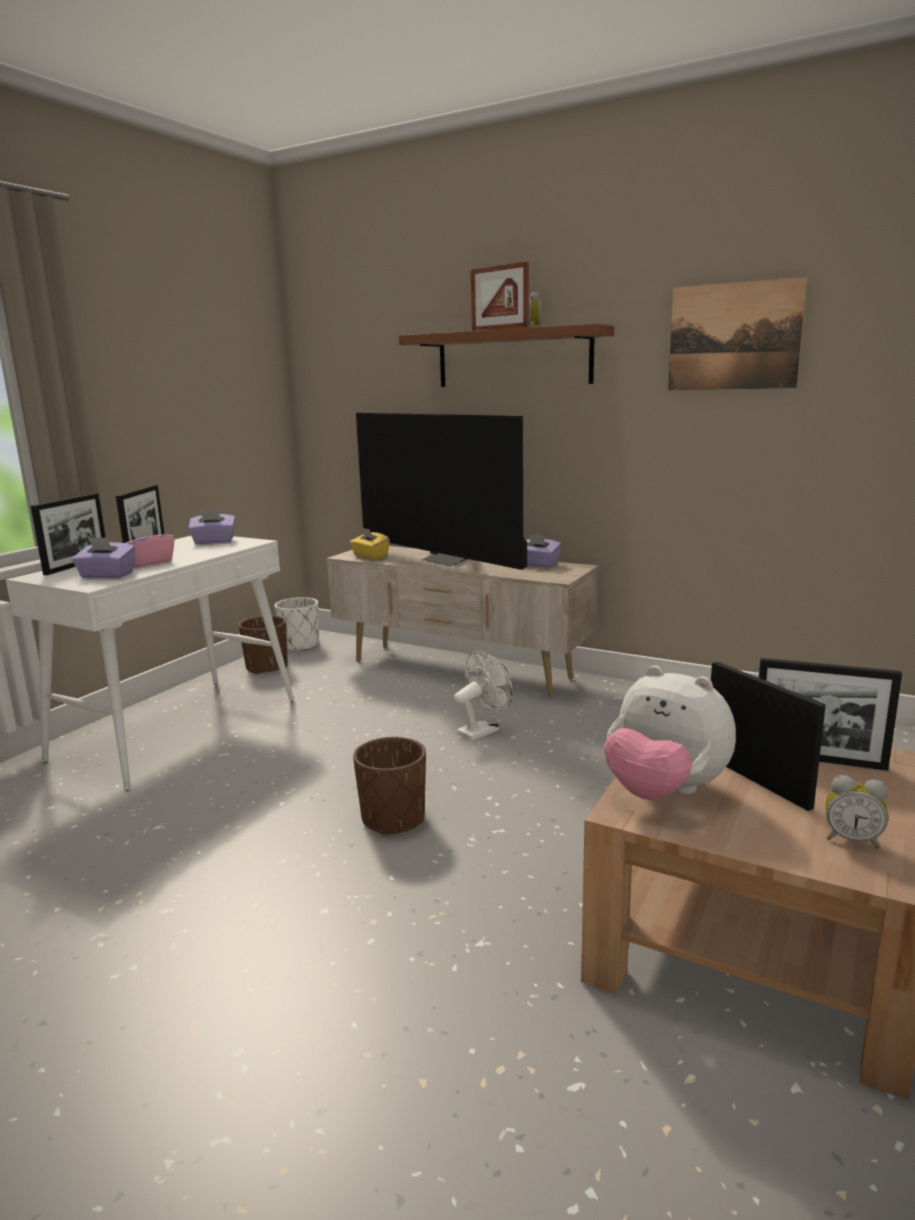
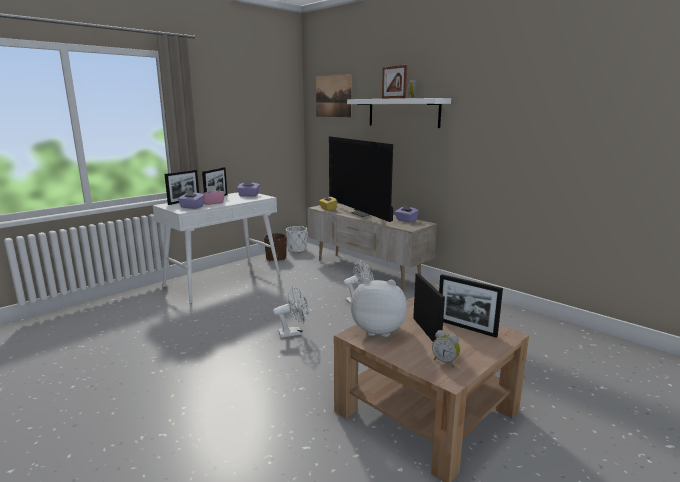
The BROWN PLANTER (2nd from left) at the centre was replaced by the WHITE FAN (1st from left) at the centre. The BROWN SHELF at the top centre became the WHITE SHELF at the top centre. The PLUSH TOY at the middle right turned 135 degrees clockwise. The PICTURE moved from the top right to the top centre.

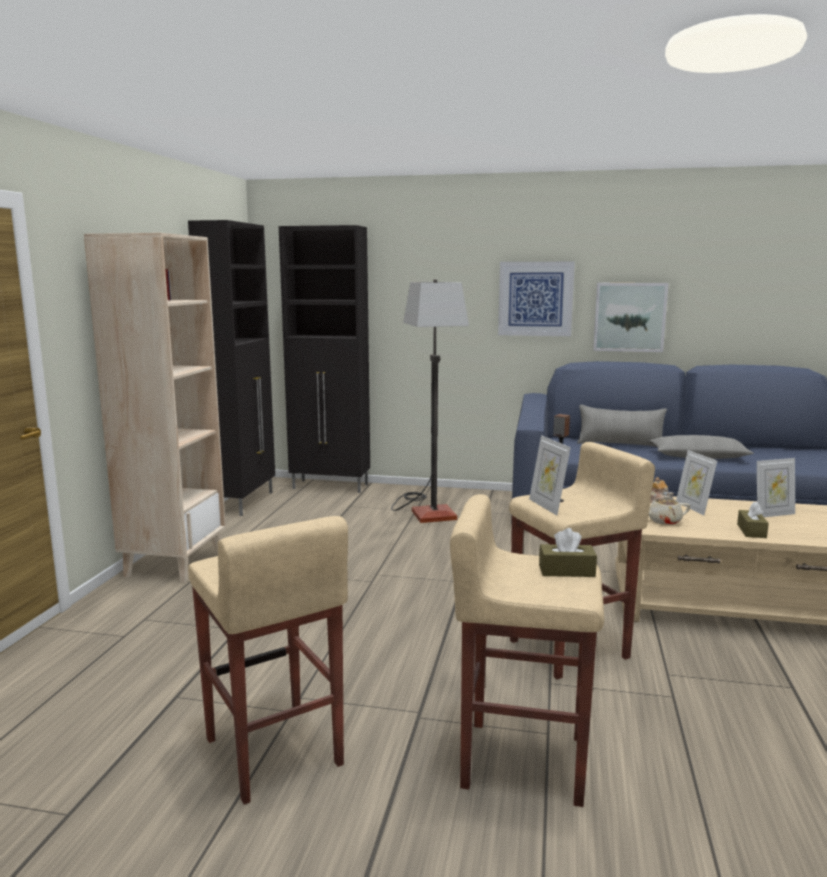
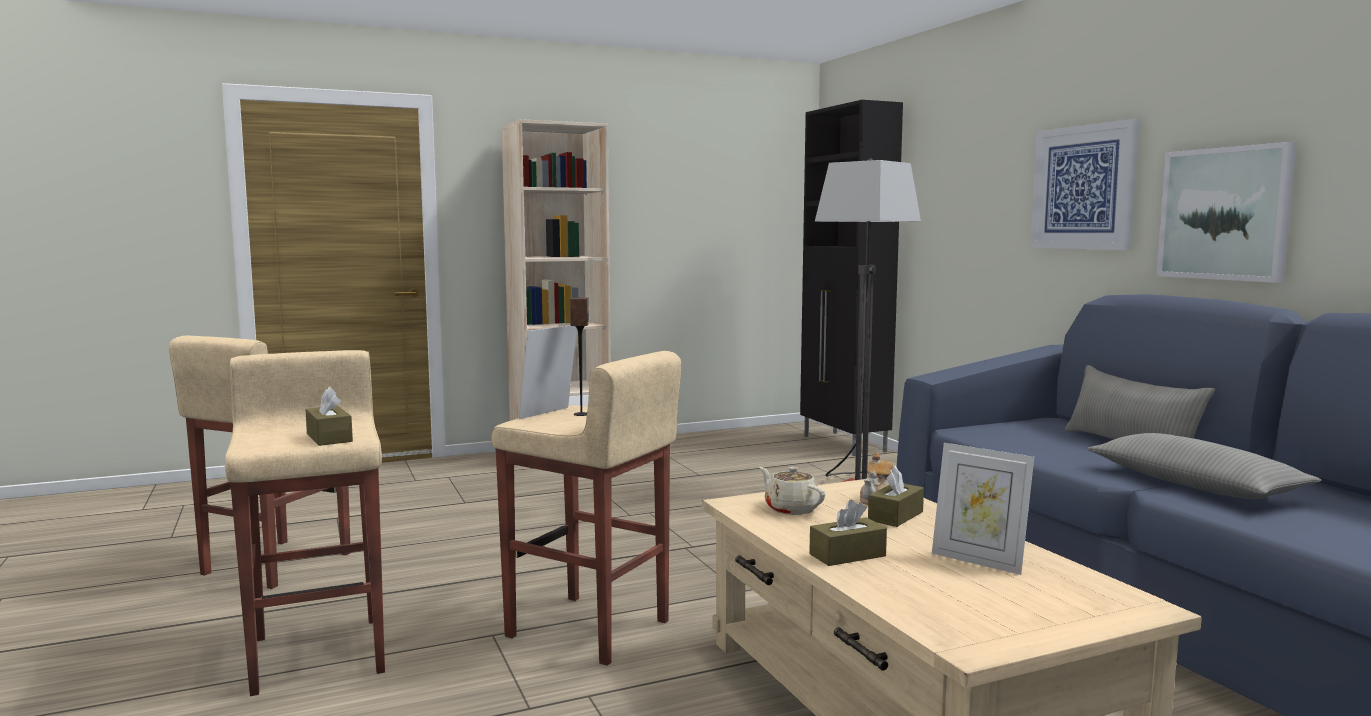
The BLACK CABINET (1st from left) at the middle left disappeared. The PICTURE FRAME (2nd from left) at the middle right was replaced by the BROWN TISSUE BOX (3rd from left) at the bottom centre.

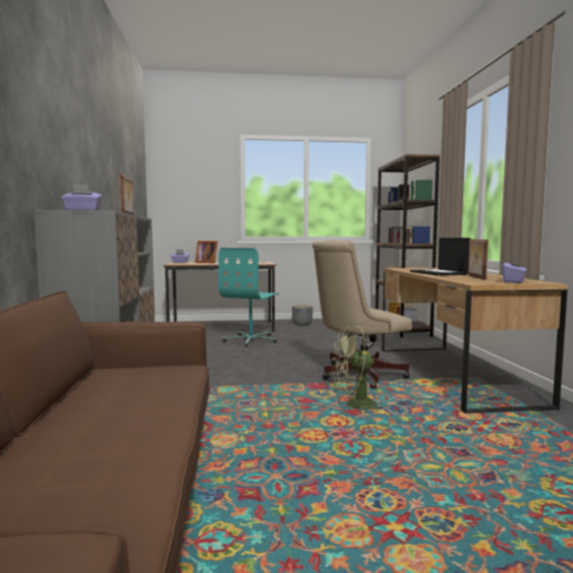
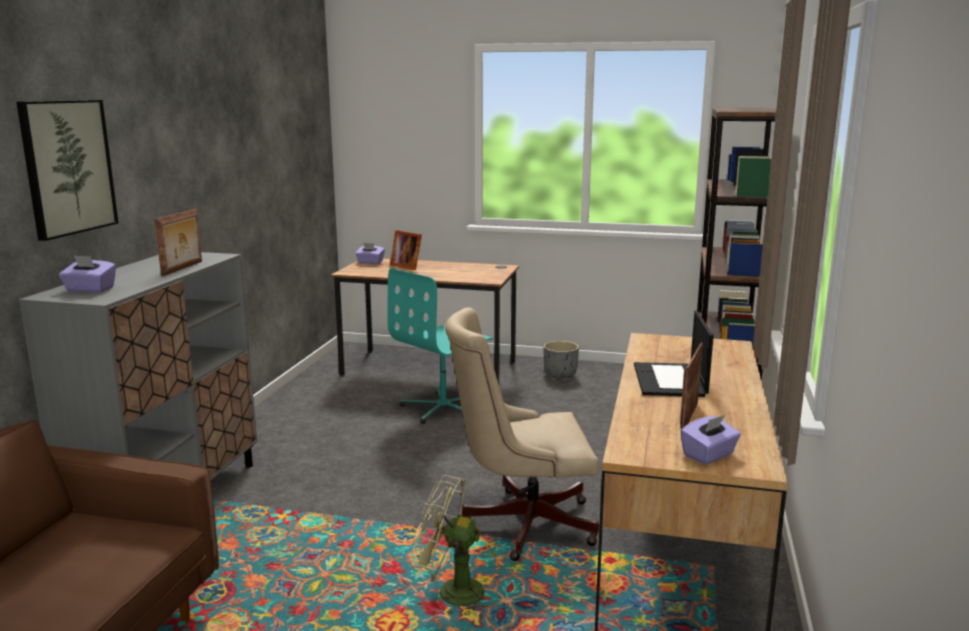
The PICTURE at the top left appeared.

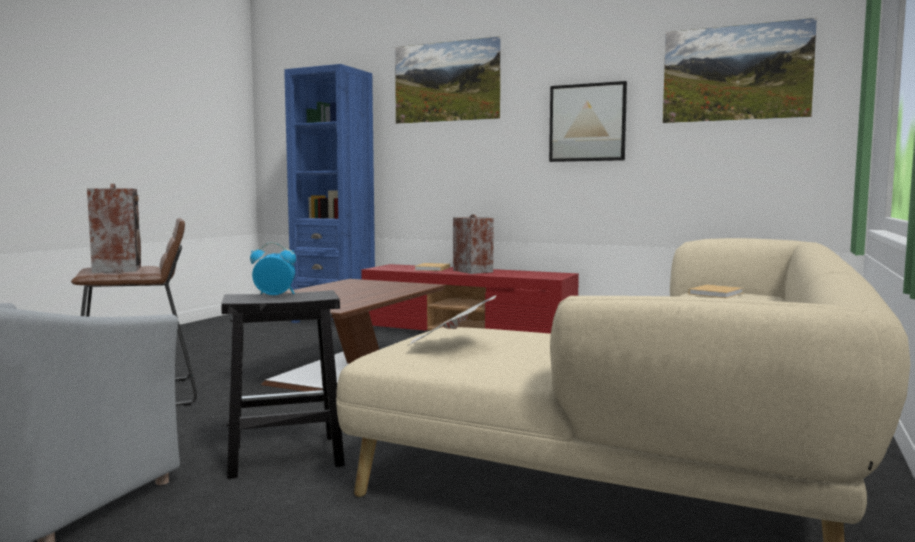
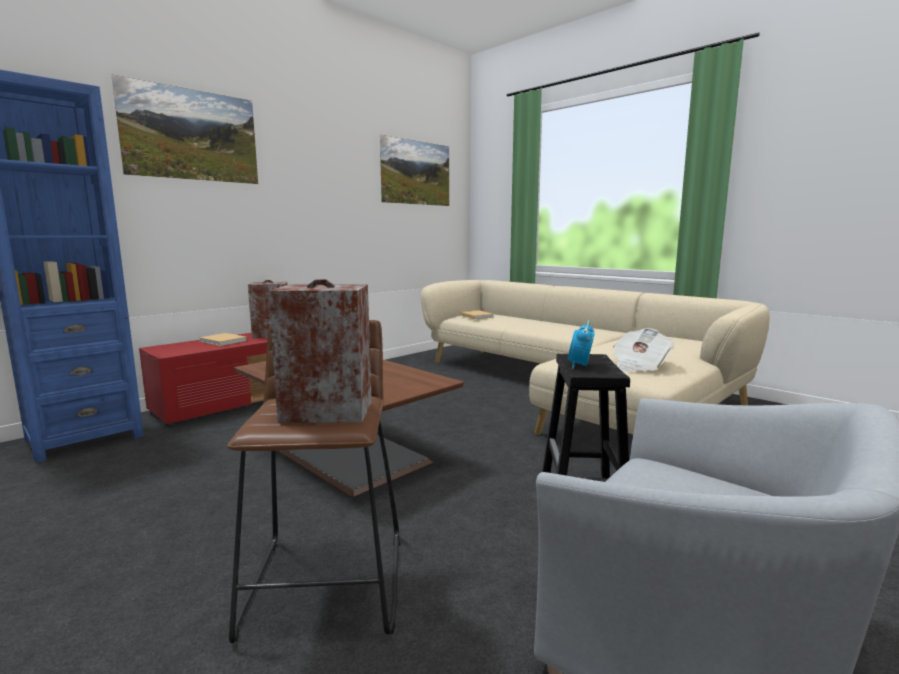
The PICTURE (2nd from left) at the top centre disappeared.

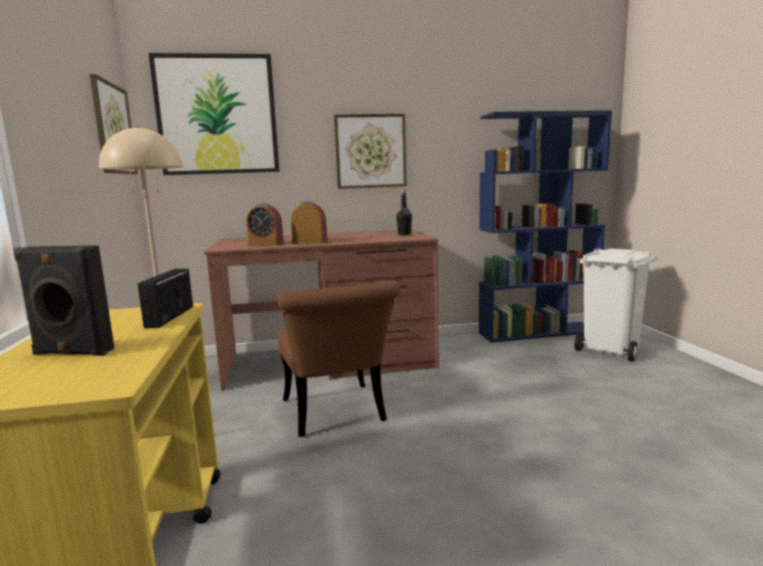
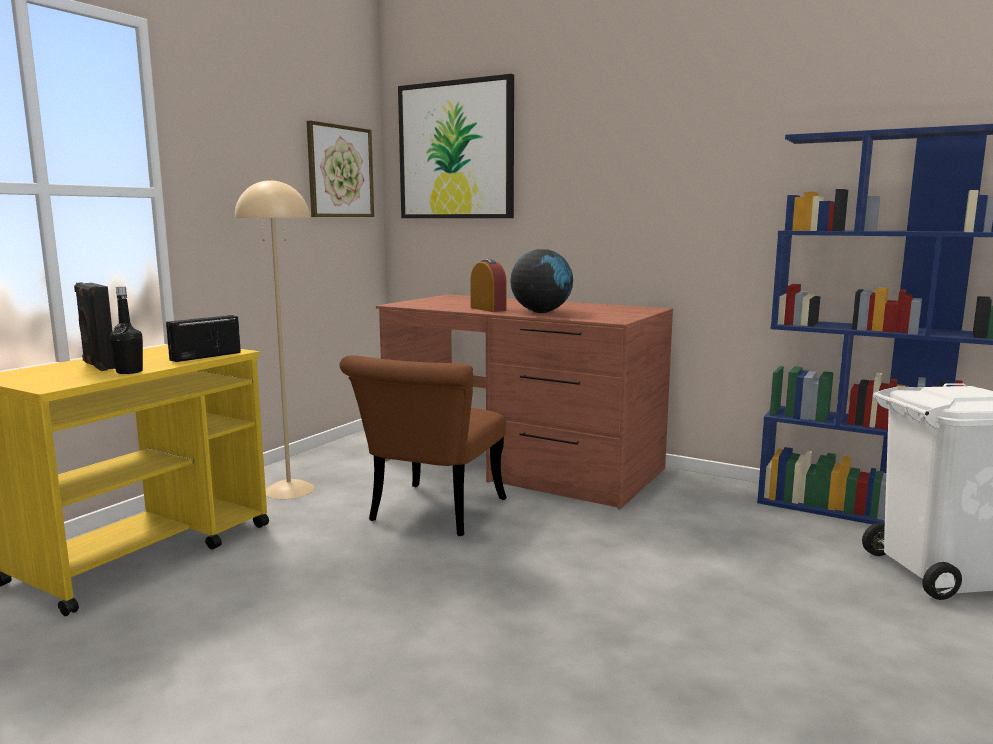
The ALARM CLOCK (1st from left) at the centre disappeared. The PICTURE (3rd from left) at the top centre disappeared. The BLACK BOTTLE moved from the centre to the middle left. The GLOBE at the centre appeared.

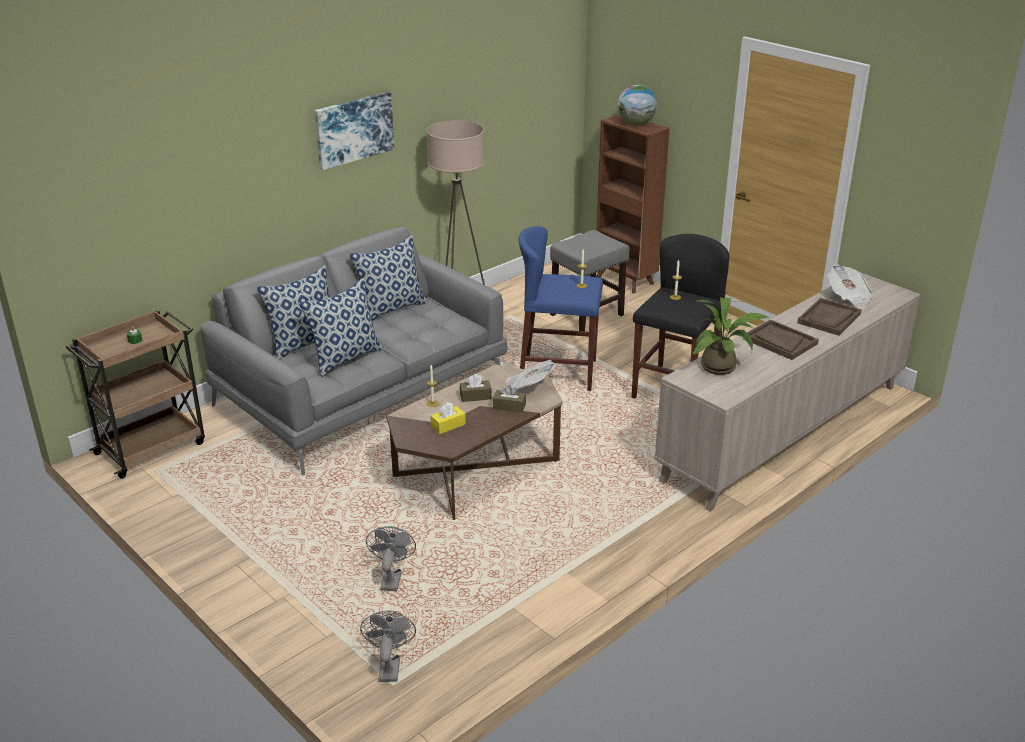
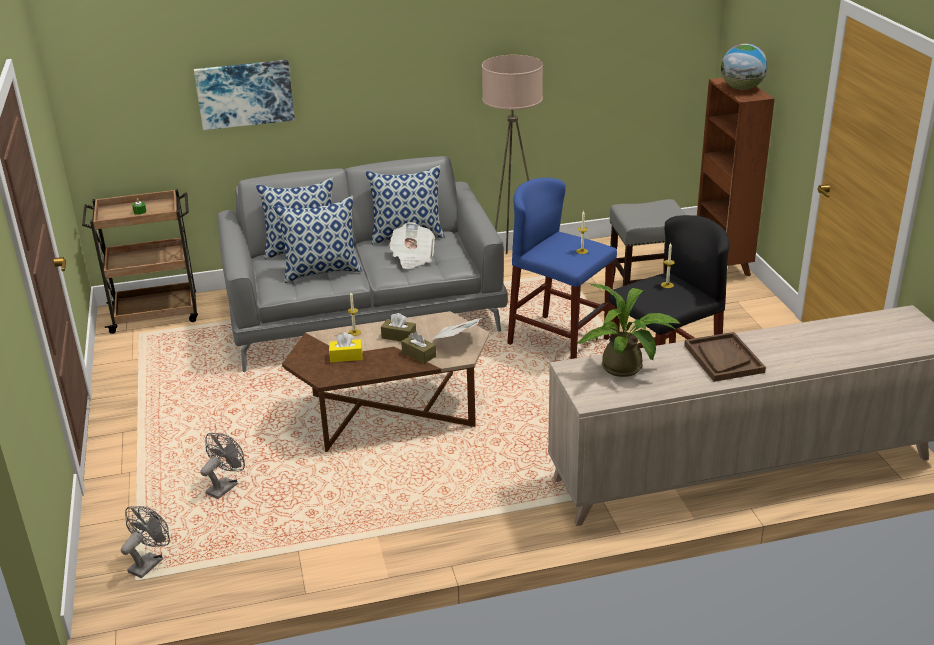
The PICTURE moved from the top centre to the top left. The BROWN TRAY (2nd from left) at the middle right disappeared. The NEWSPAPER (2nd from left in the first image) moved from the middle right to the centre.

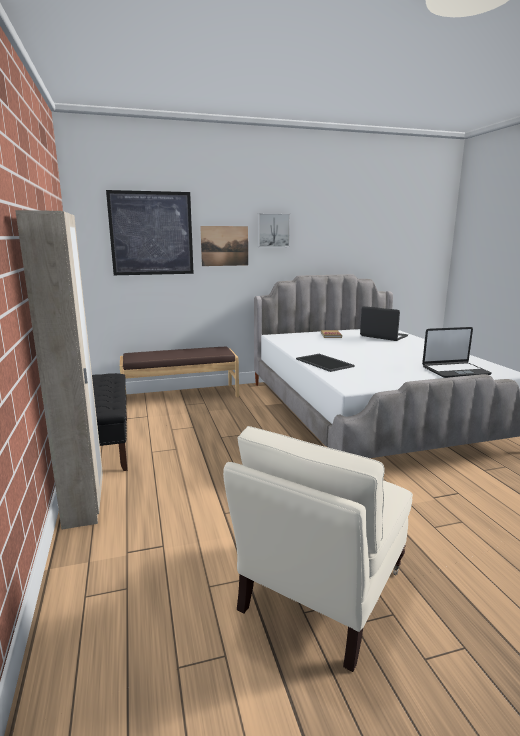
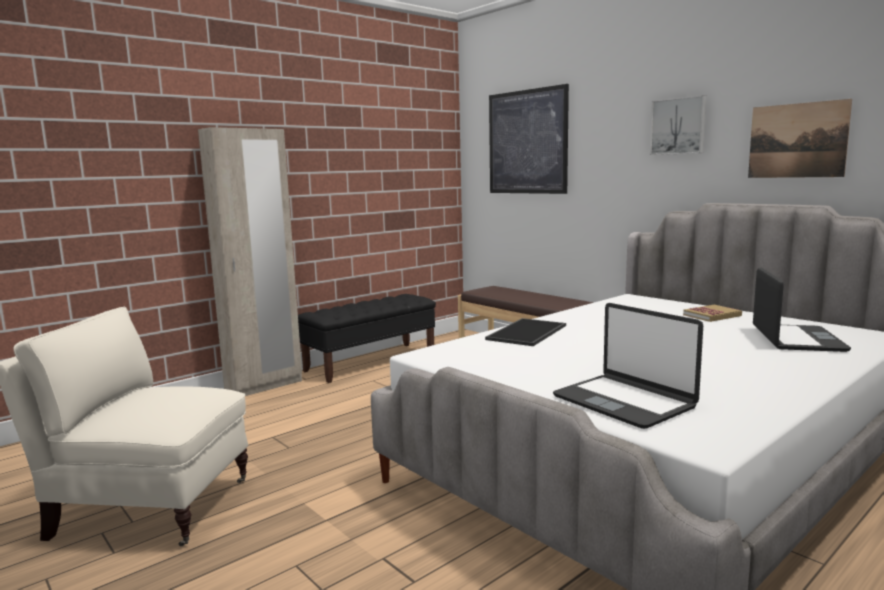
The PICTURE (2nd from left in the first image) moved from the centre to the top right.

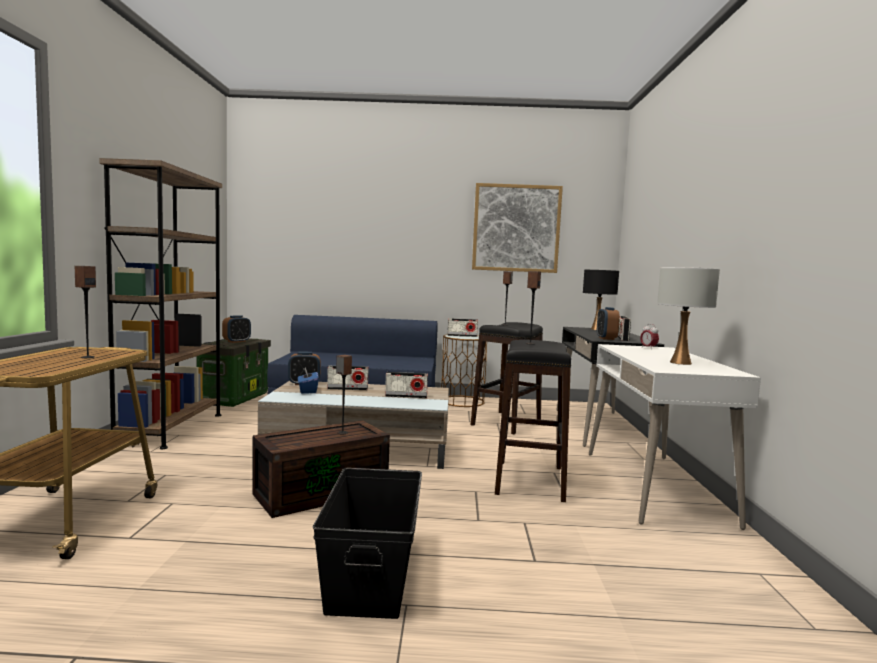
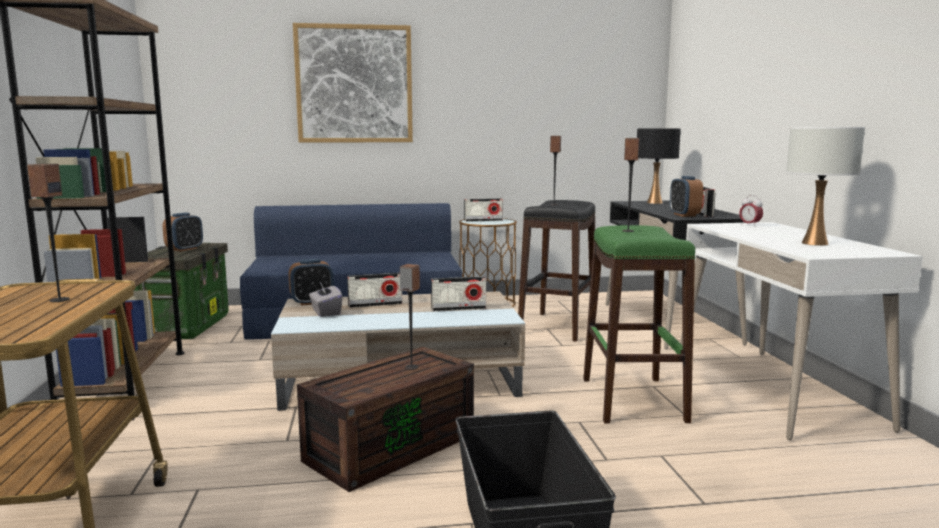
The BLUE TISSUE BOX at the centre became the GREY TISSUE BOX at the centre. The PICTURE moved from the centre to the top centre. The BLACK STOOL (2nd from left) at the centre became the GREEN STOOL at the middle right.

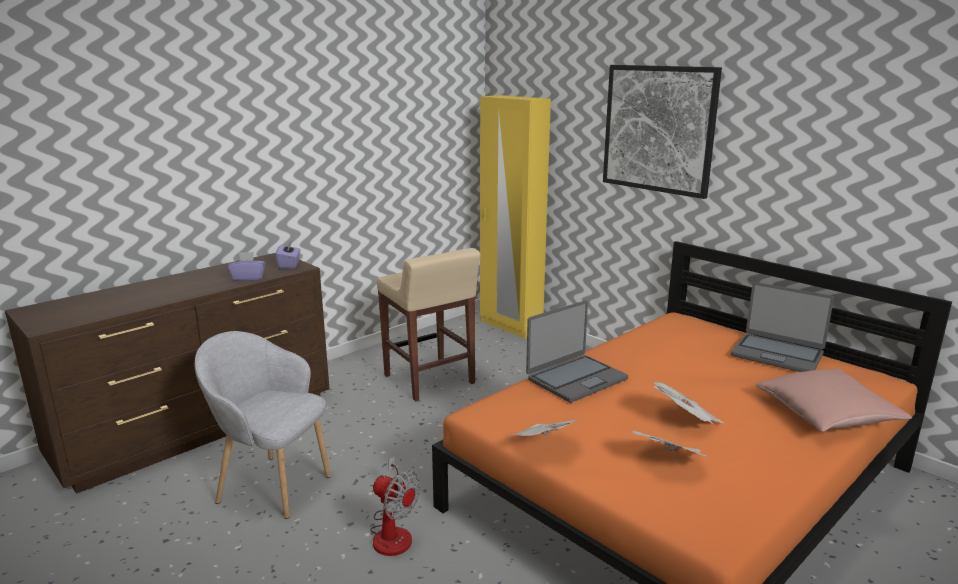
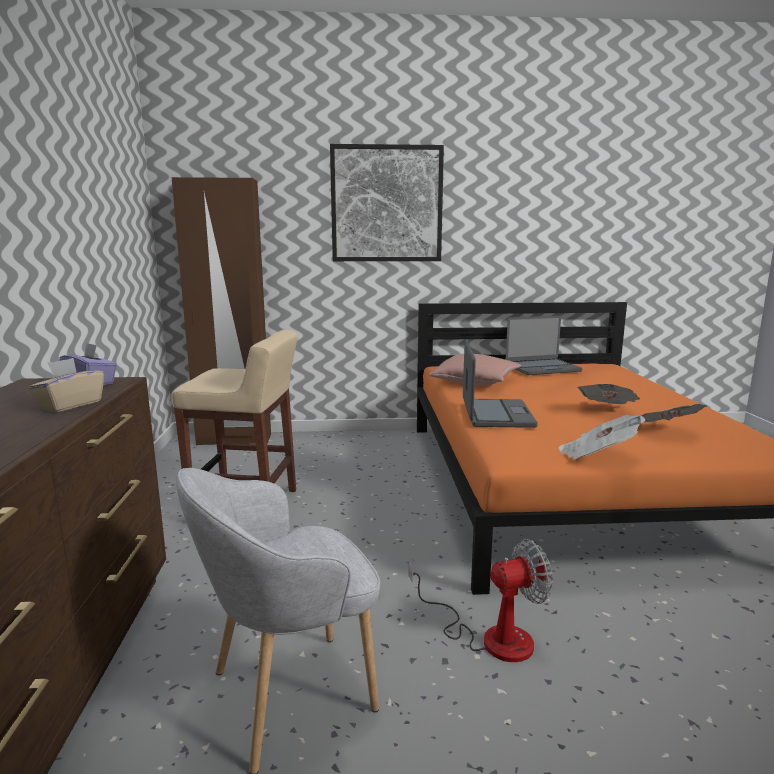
The PURPLE TISSUE BOX (1st from left) at the middle left became the BEIGE TISSUE BOX at the middle left. The YELLOW WARDROBE at the centre became the BROWN WARDROBE at the middle left. The PINK PILLOW moved from the bottom right to the centre.

